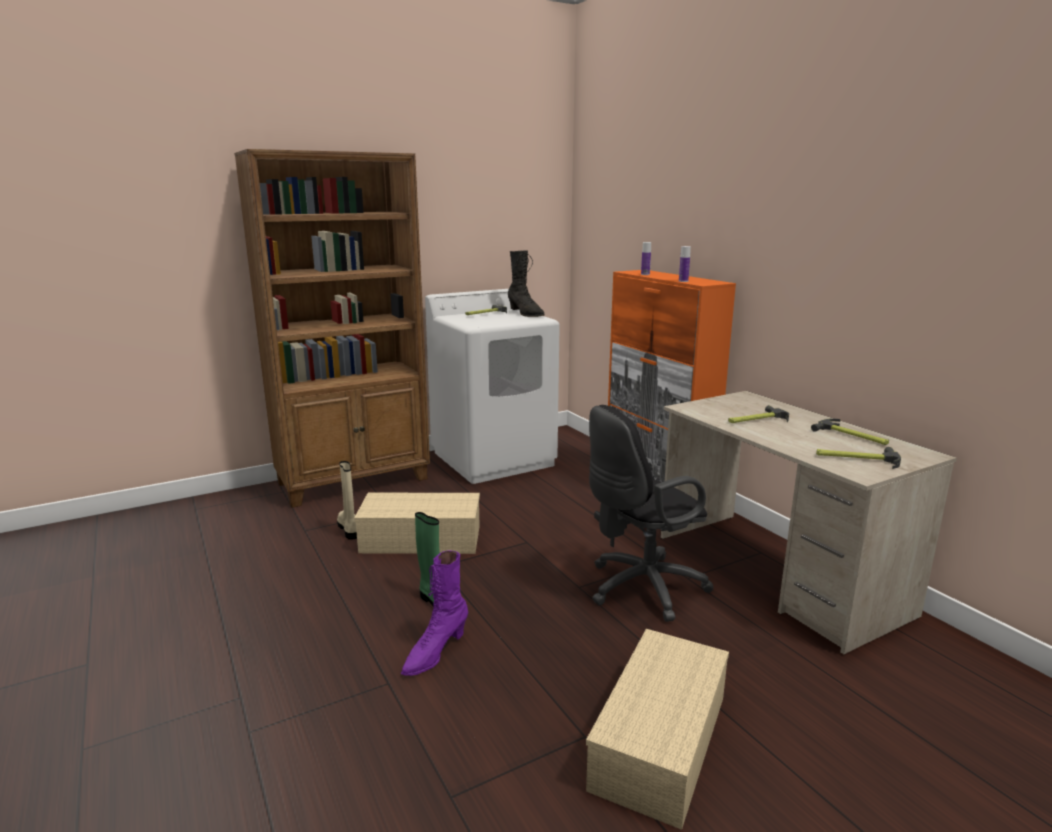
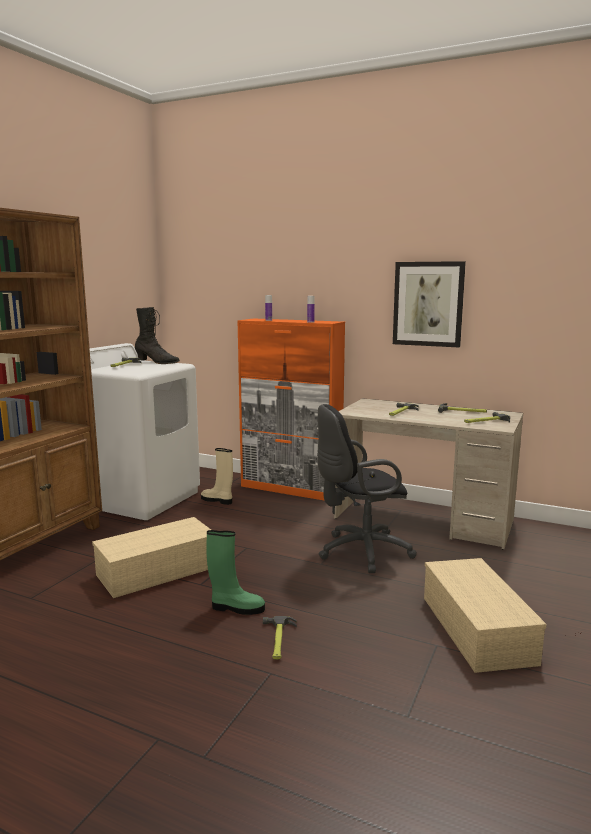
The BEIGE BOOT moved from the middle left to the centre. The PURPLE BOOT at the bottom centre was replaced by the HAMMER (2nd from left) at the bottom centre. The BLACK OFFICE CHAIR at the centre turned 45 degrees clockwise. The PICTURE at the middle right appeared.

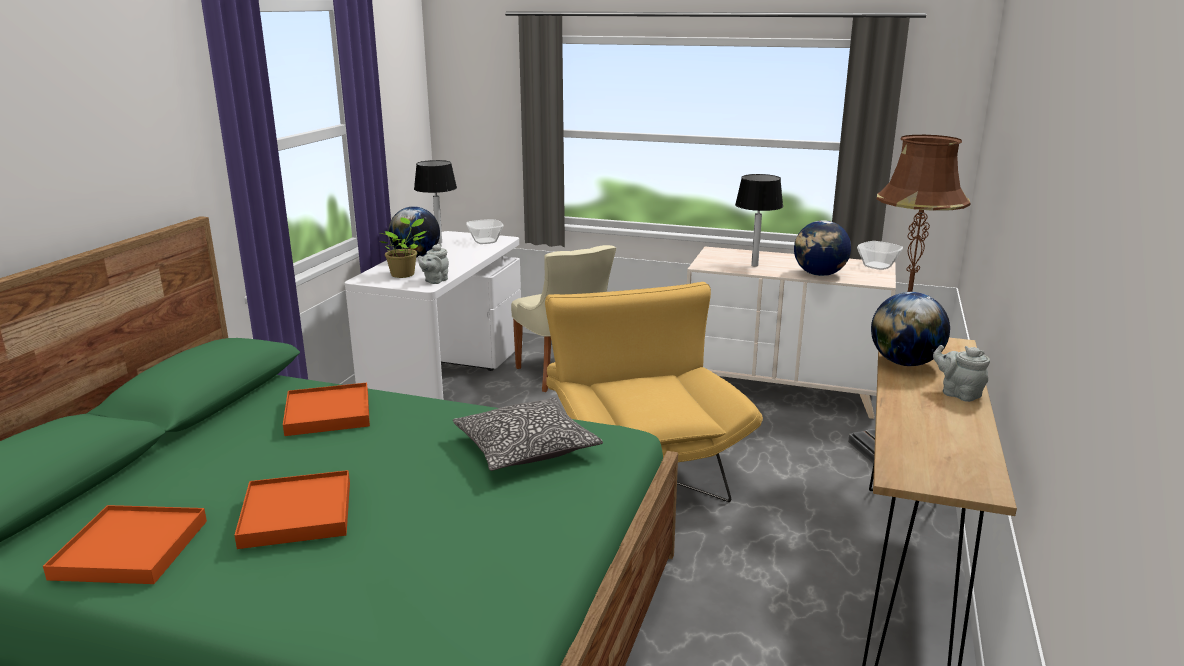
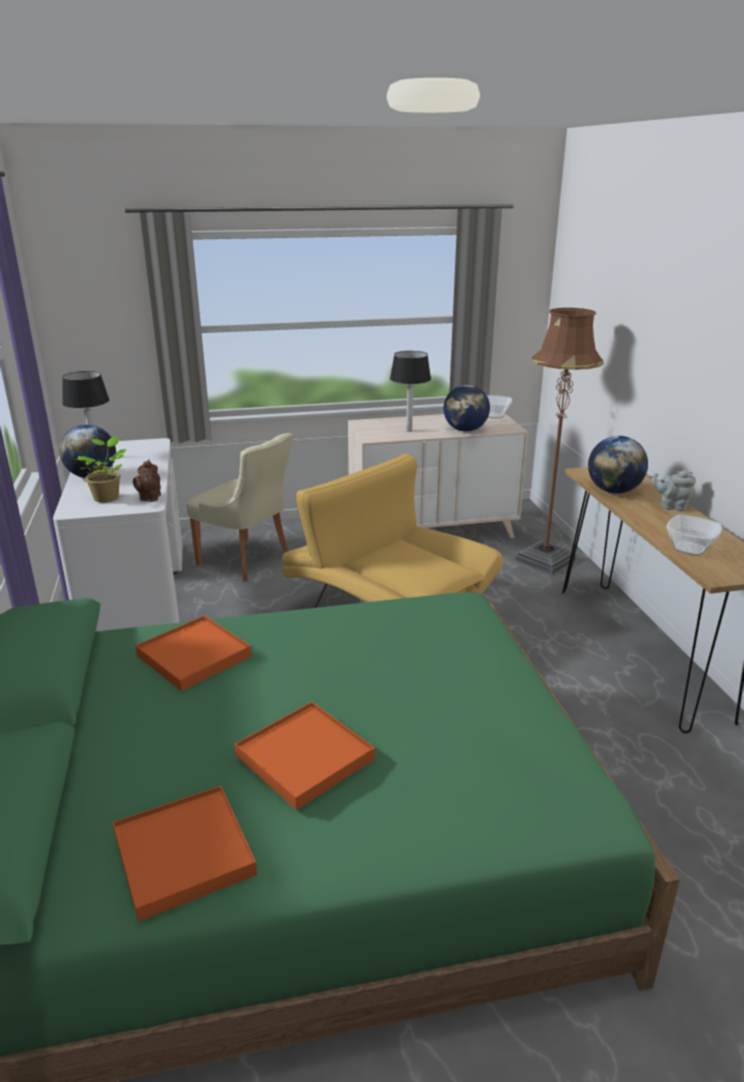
The GREY TEAPOT (1st from left) at the centre became the BROWN TEAPOT at the middle left. The PILLOW at the centre disappeared. The BOWL (1st from left in the first image) moved from the centre to the middle right.

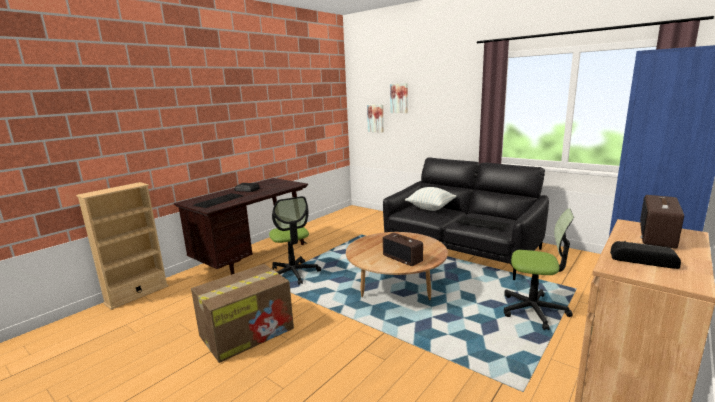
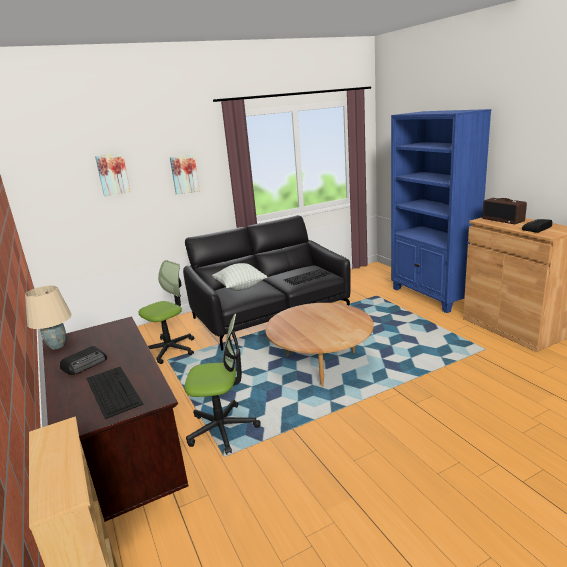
The CARDBOARD BOX at the bottom centre disappeared. The PICTURE (1st from left in the first image) moved from the top centre to the top left. The RADIO (2nd from left) at the centre disappeared. The OFFICE CHAIR (2nd from left in the first image) moved from the bottom right to the middle left. The BEIGE TABLE LAMP at the middle left appeared.

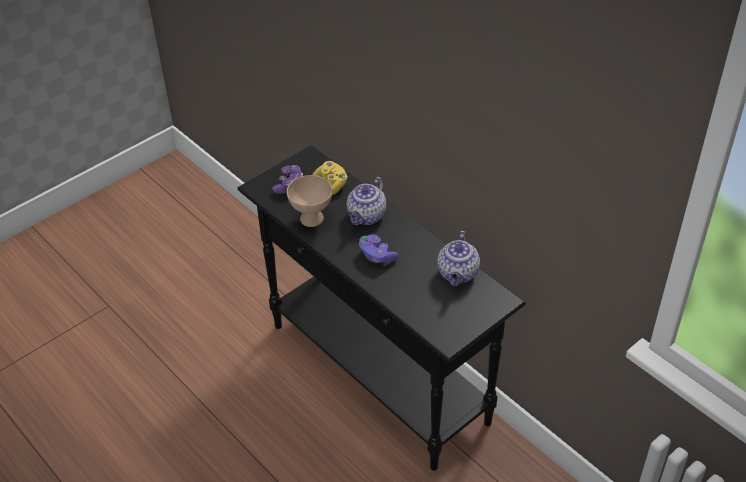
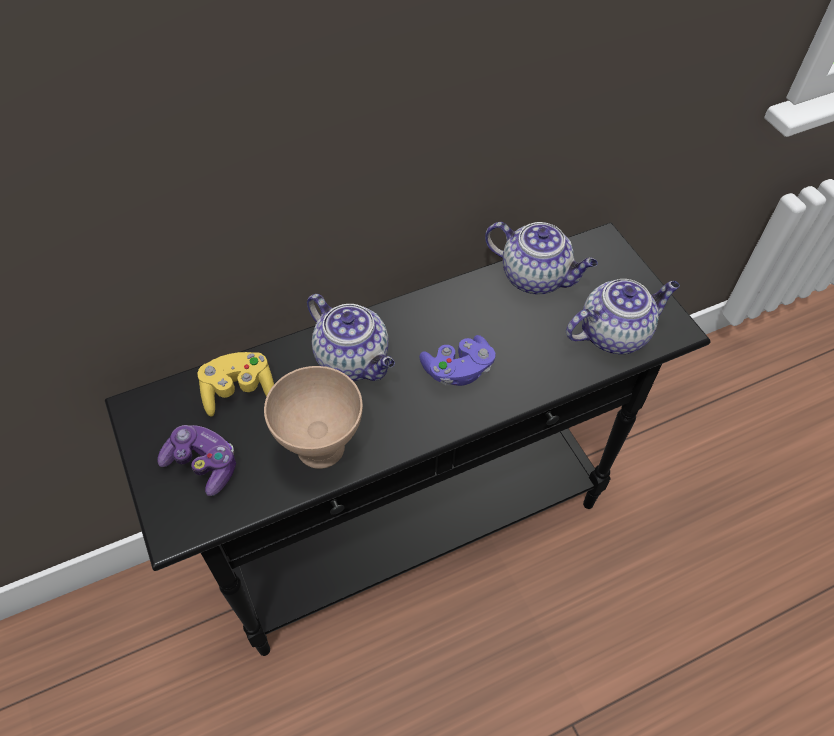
The TEAPOT (3rd from left) at the middle right appeared.

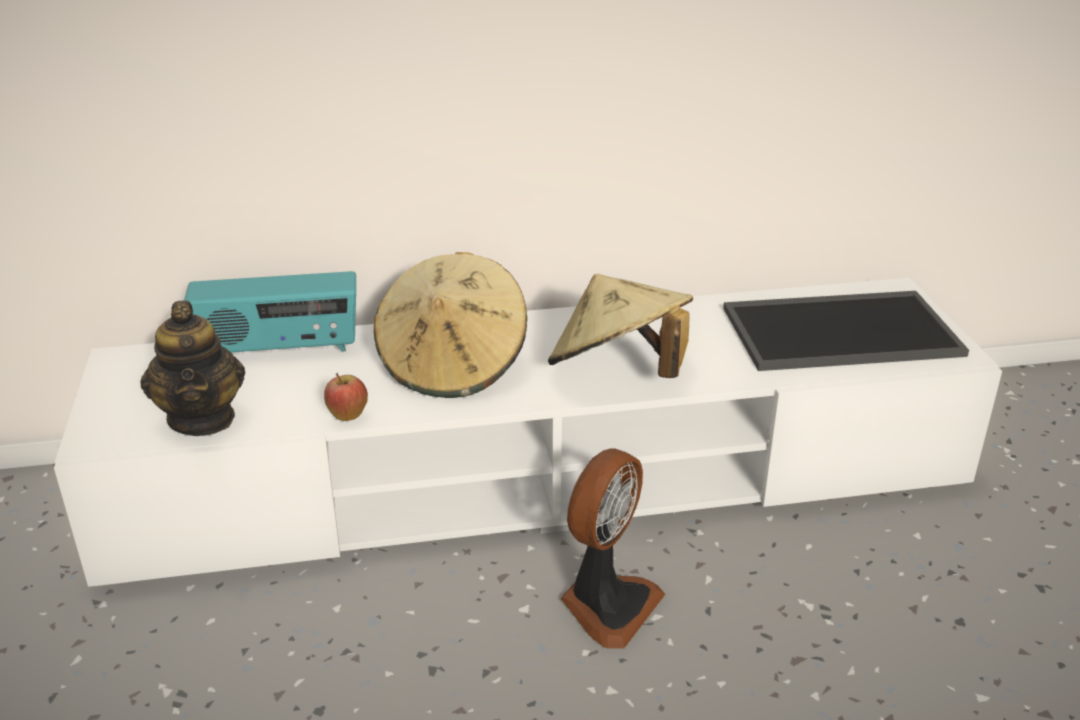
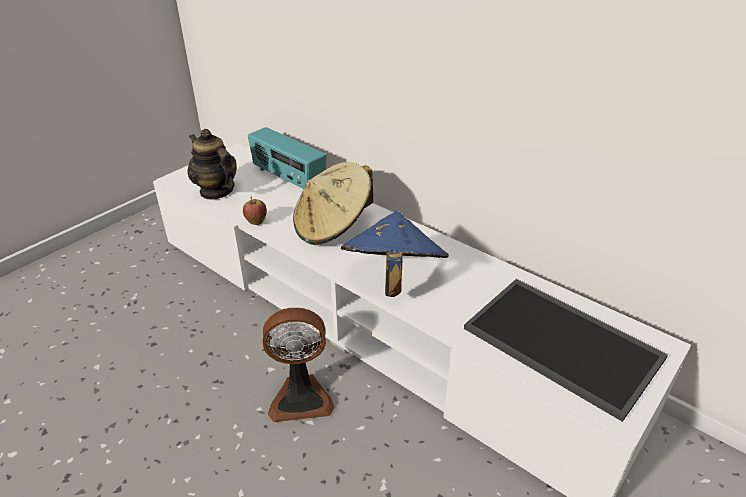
The TEAPOT at the middle left turned 105 degrees clockwise. The BEIGE HAT (2nd from left) at the centre became the BLUE HAT at the centre.

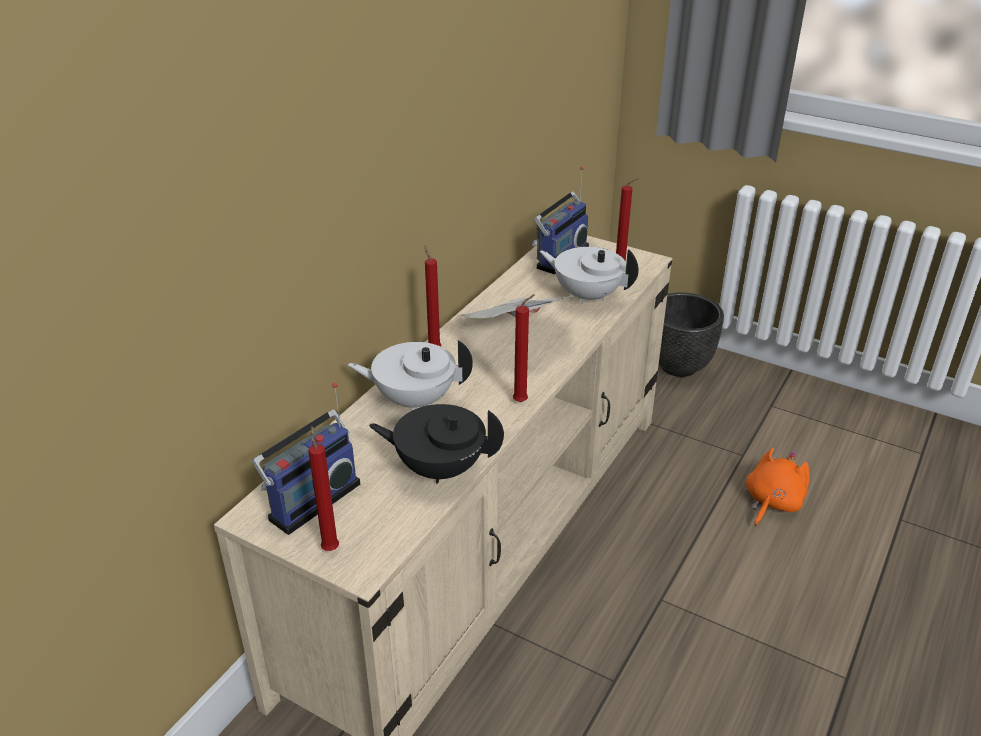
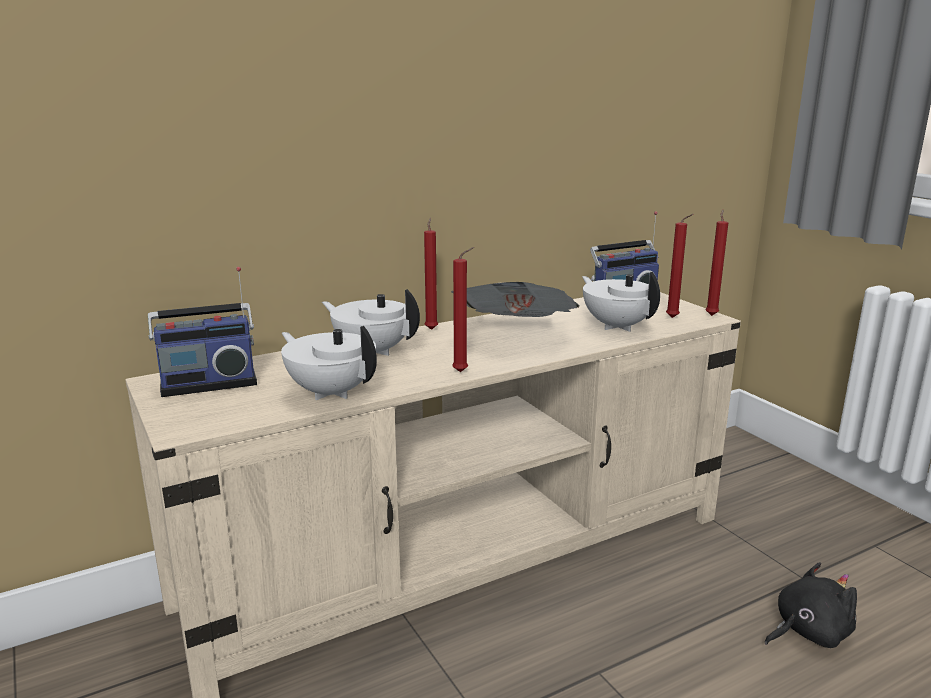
The RED CANDLE (1st from left in the first image) moved from the middle left to the middle right. The BLACK TEAPOT at the centre became the WHITE TEAPOT (1st from left) at the centre. The BLACK PLANTER at the middle right disappeared. The ORANGE PLUSH TOY at the middle right became the BLACK PLUSH TOY at the bottom right.

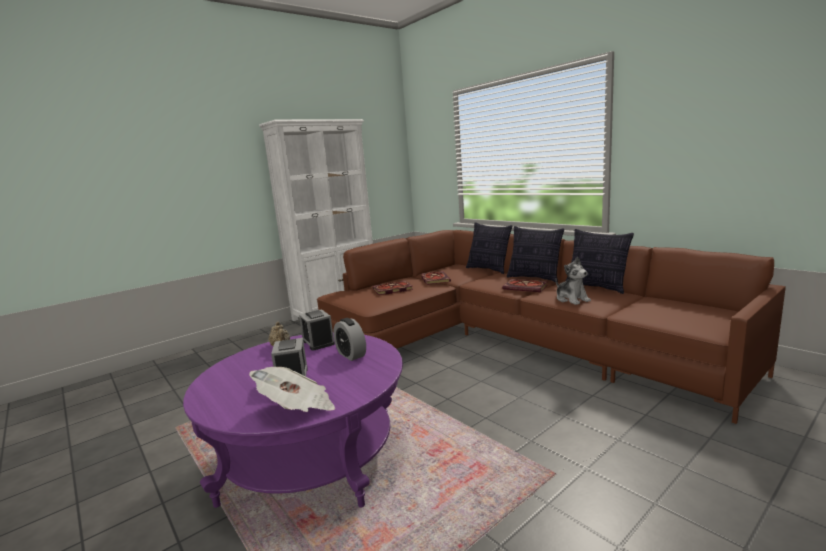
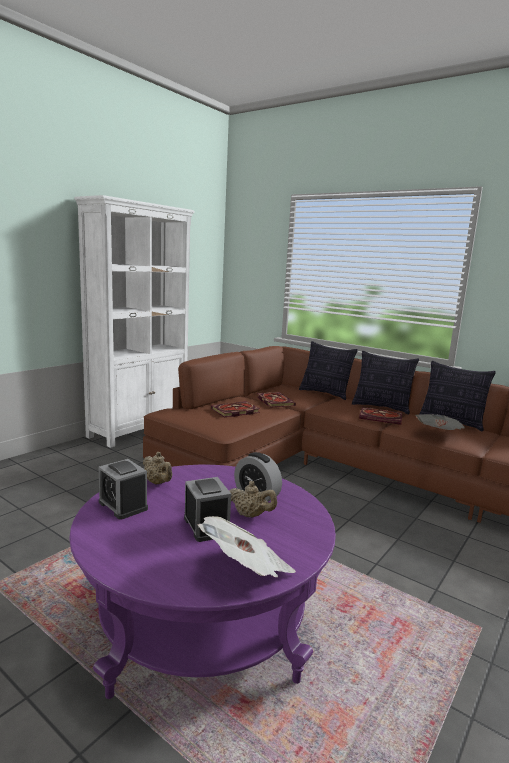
The ALARM CLOCK (2nd from left in the first image) moved from the centre to the middle left. The PLUSH TOY at the middle right was replaced by the NEWSPAPER (2nd from left) at the middle right. The BEIGE TEAPOT (2nd from left) at the centre appeared.

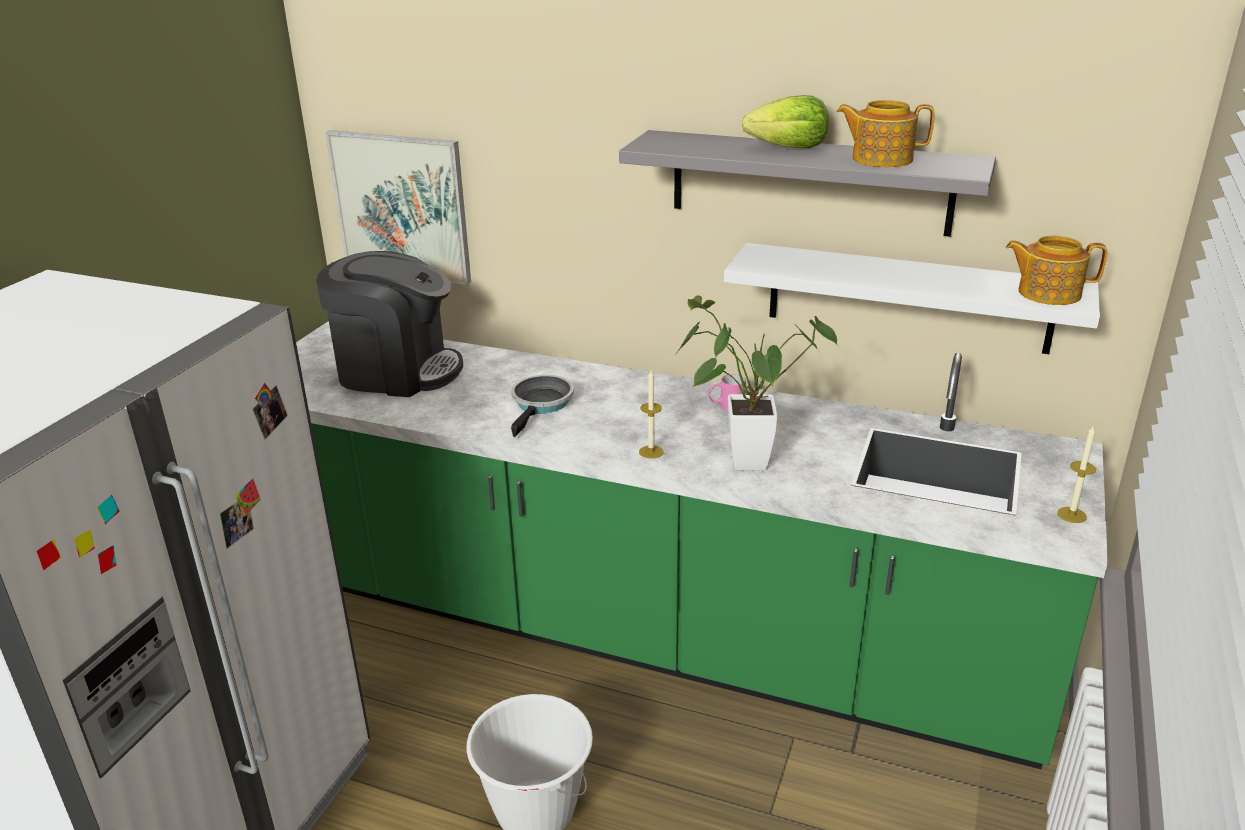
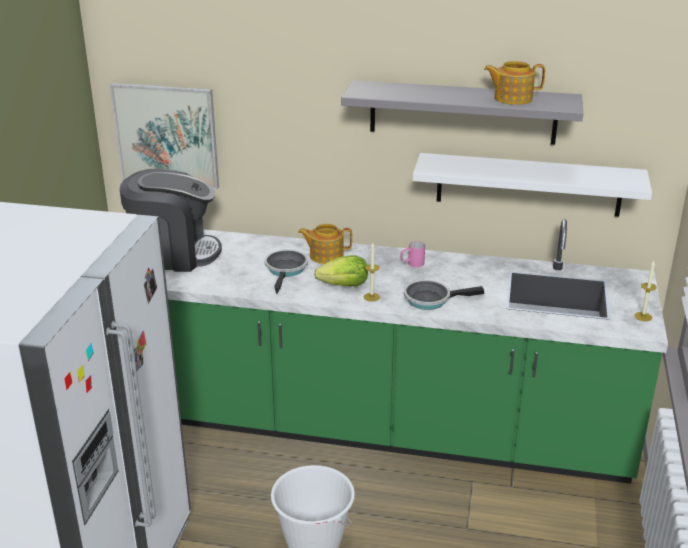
The POTTED PLANT at the centre was replaced by the FRYING PAN (2nd from left) at the centre. The LETTUCE moved from the top centre to the centre. The TEAPOT (2nd from left in the first image) moved from the top right to the centre.

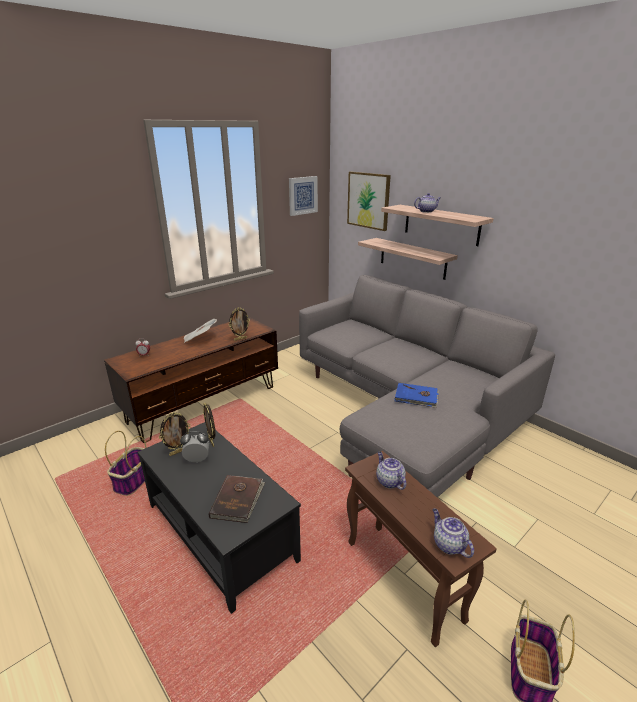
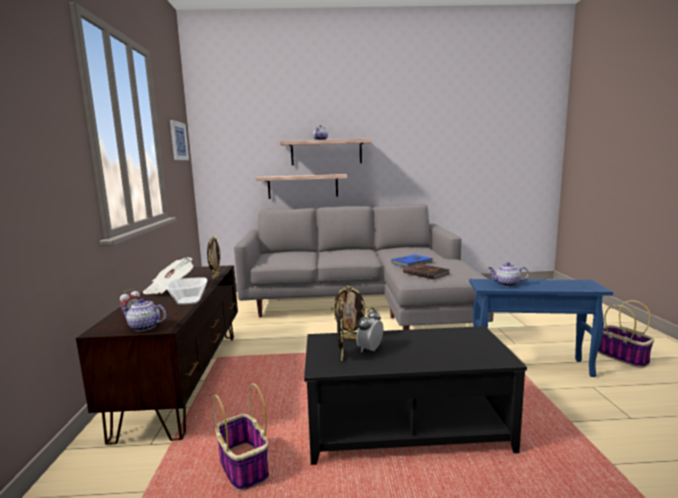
The BROWN BOOK moved from the bottom centre to the centre. The BROWN SIDE TABLE at the bottom centre became the BLUE SIDE TABLE at the middle right. The PICTURE (2nd from left) at the top centre disappeared. The TEAPOT (3rd from left in the first image) moved from the bottom right to the middle left. The BOWL at the middle left appeared.

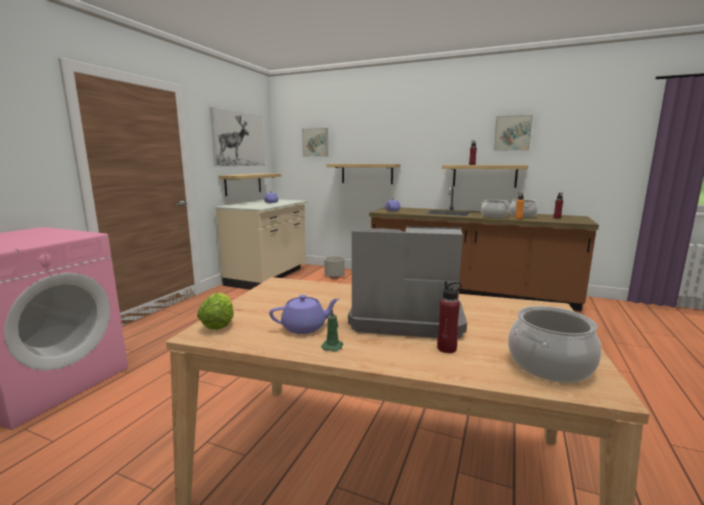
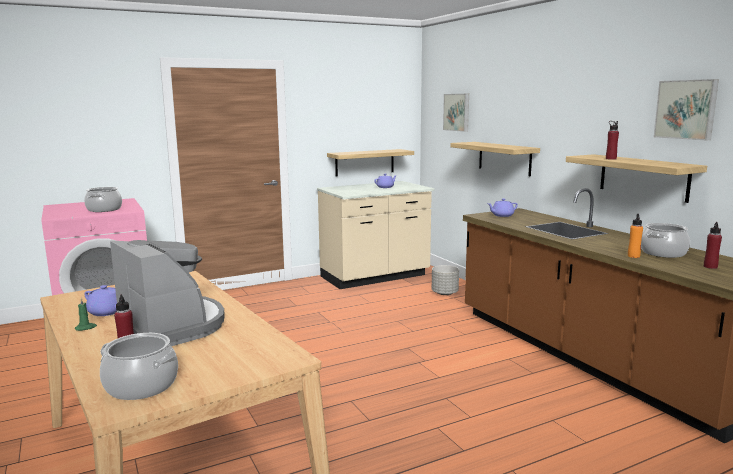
The LETTUCE at the middle left disappeared. The PICTURE (1st from left) at the top centre disappeared. The COOKING POT (1st from left) moved from the middle right to the middle left.

